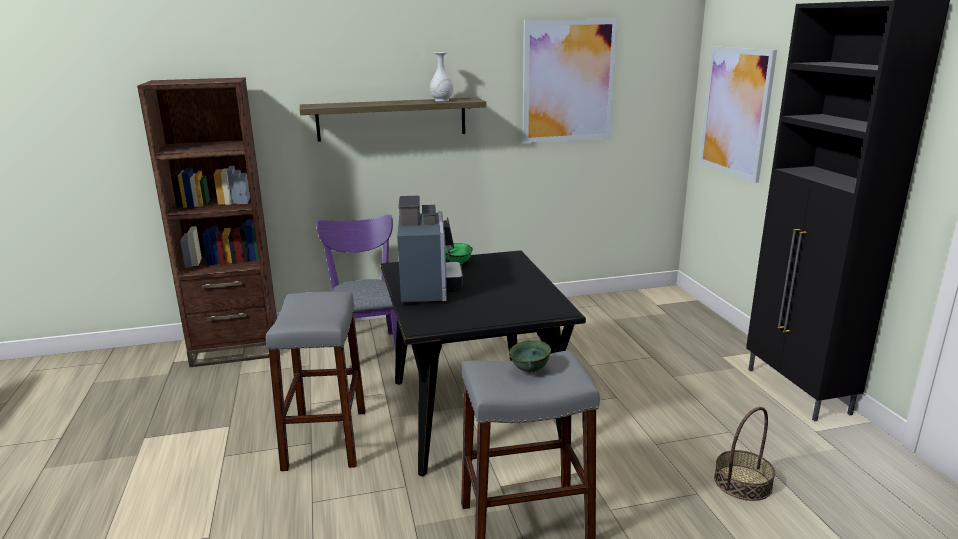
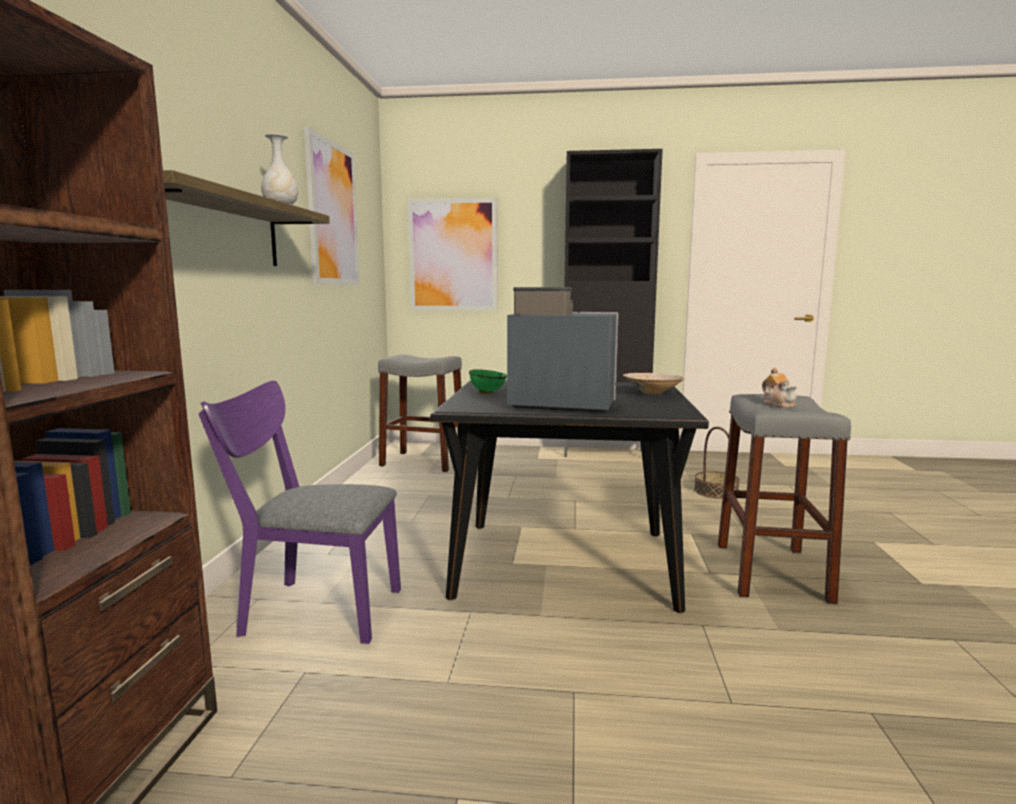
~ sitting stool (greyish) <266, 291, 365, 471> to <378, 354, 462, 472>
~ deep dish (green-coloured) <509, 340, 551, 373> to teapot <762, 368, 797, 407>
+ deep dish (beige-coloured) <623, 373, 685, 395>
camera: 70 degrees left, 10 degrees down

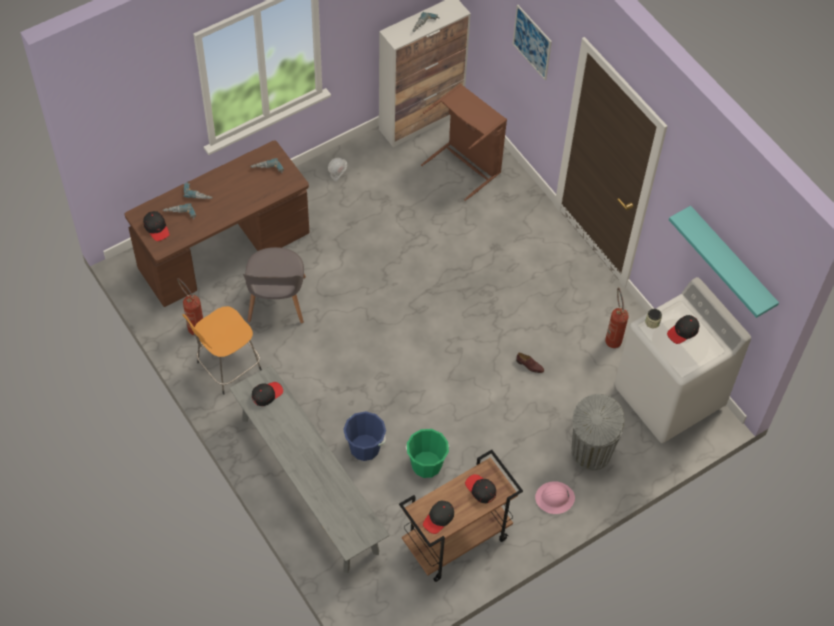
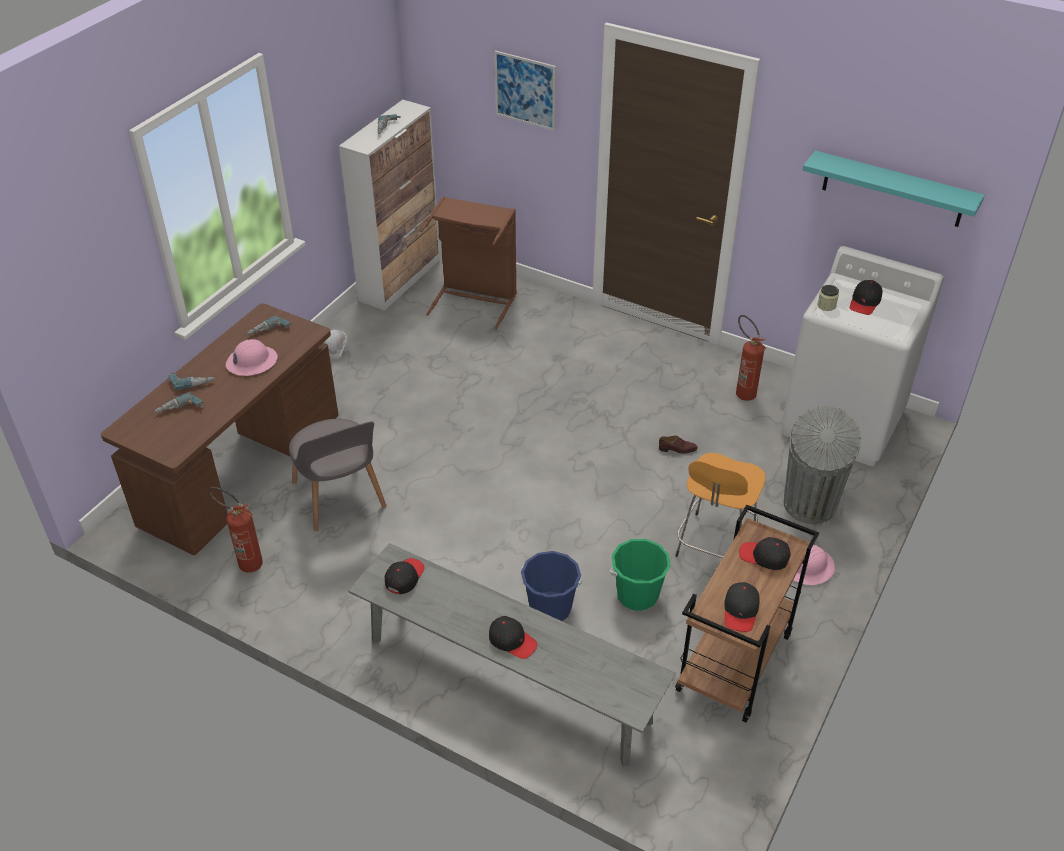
~ cap (black) <143, 211, 170, 241> to <489, 616, 537, 659>
~ sitting stool (orangey) <183, 306, 262, 395> to <676, 453, 765, 558>
+ safety helmet (pink) <226, 339, 278, 376>
camera: 25 degrees left, 15 degrees down

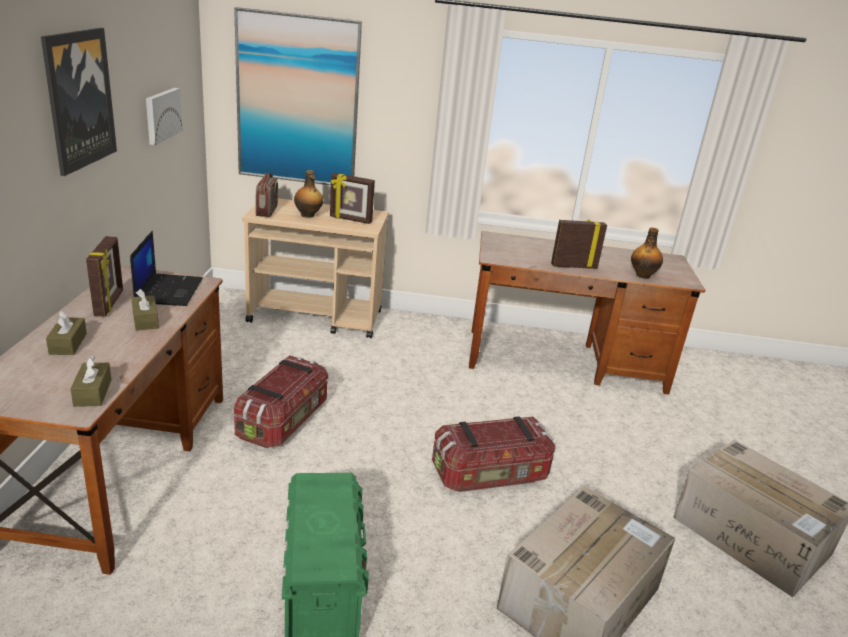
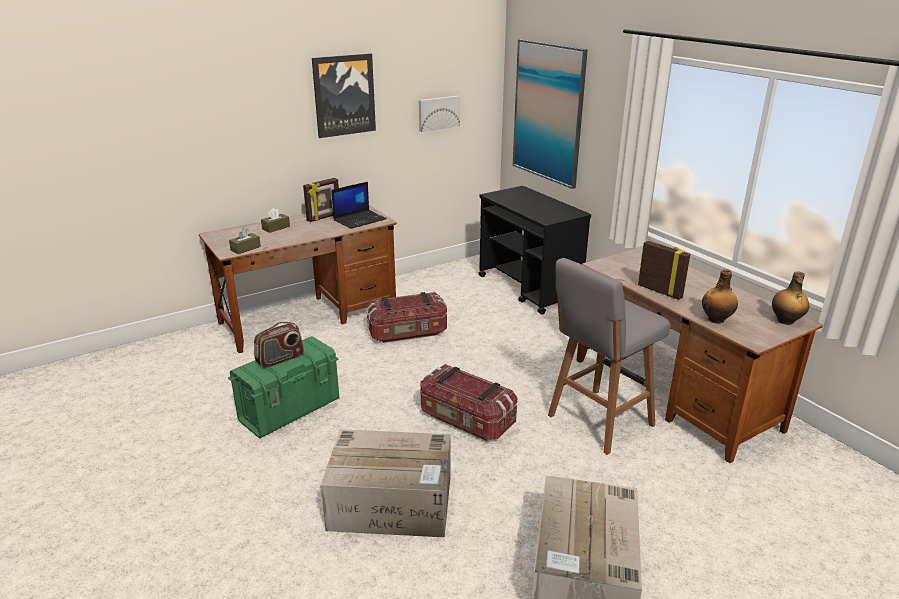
- box of tissues (brown) <132, 289, 159, 331>
~ wheeled cart (beige-coloured) <242, 198, 389, 339> to wheeled cart (black) <478, 186, 591, 315>
~ radio receiver <255, 173, 278, 217> to <254, 322, 304, 368>
~ beverage bottle <294, 170, 323, 218> to <772, 271, 809, 325>
- picture frame <330, 173, 375, 224>
+ sitting stool (greyish) <548, 258, 670, 455>
camera: 55 degrees right, 0 degrees up

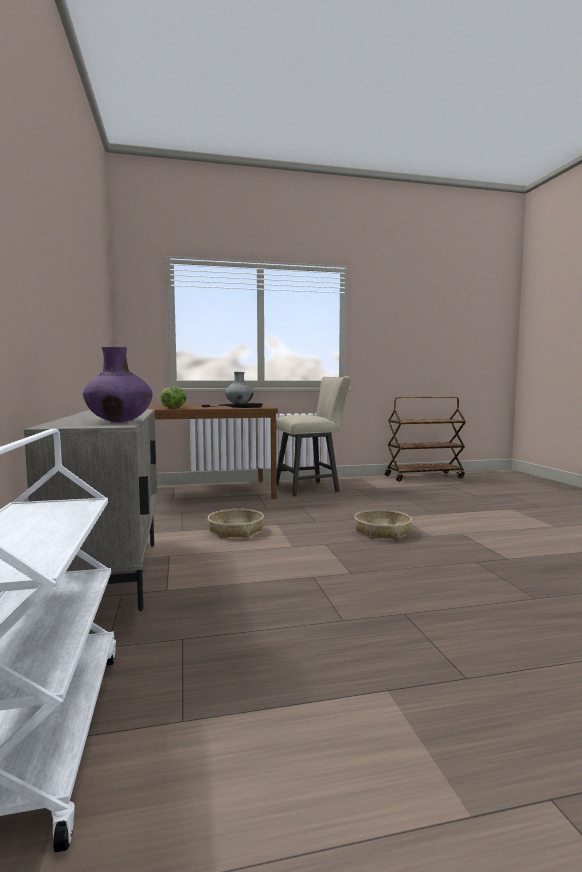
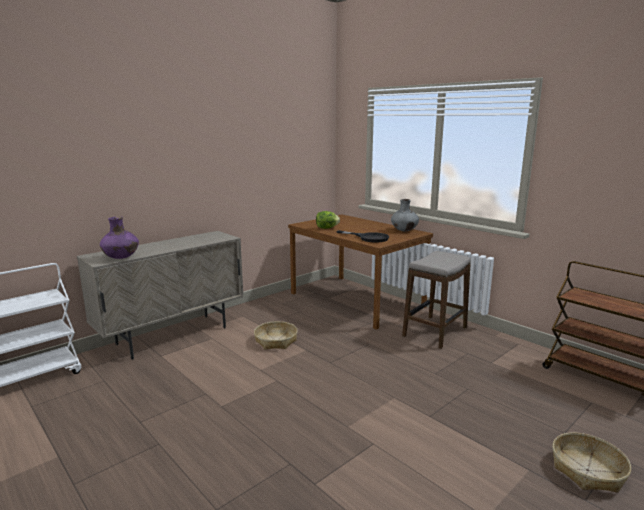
~ plain chair (beige-coloured) <276, 376, 351, 496> to sitting stool <402, 251, 471, 349>
~ storage basket <354, 510, 412, 540> to <552, 433, 631, 493>
camera: 60 degrees right, 10 degrees up

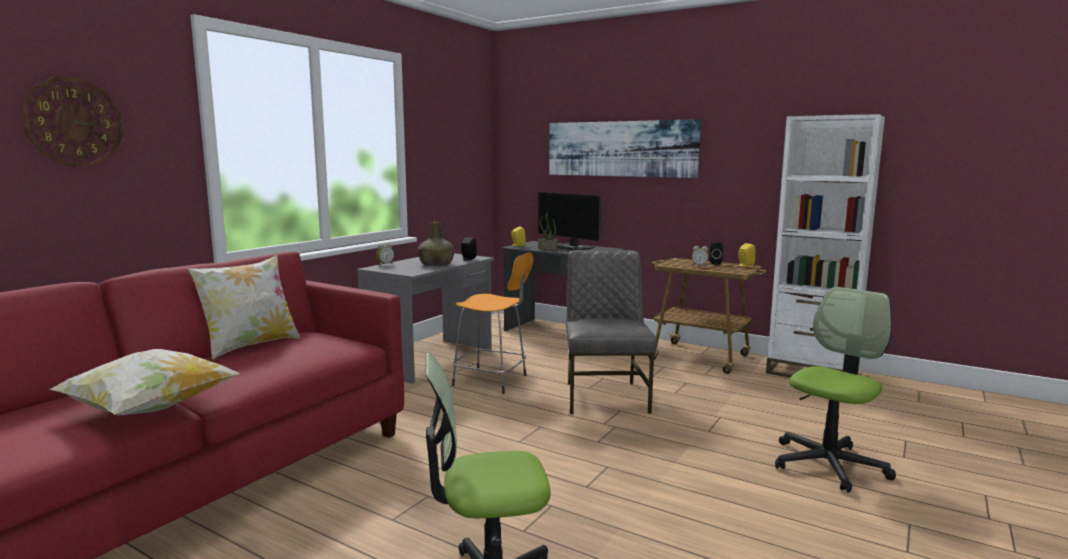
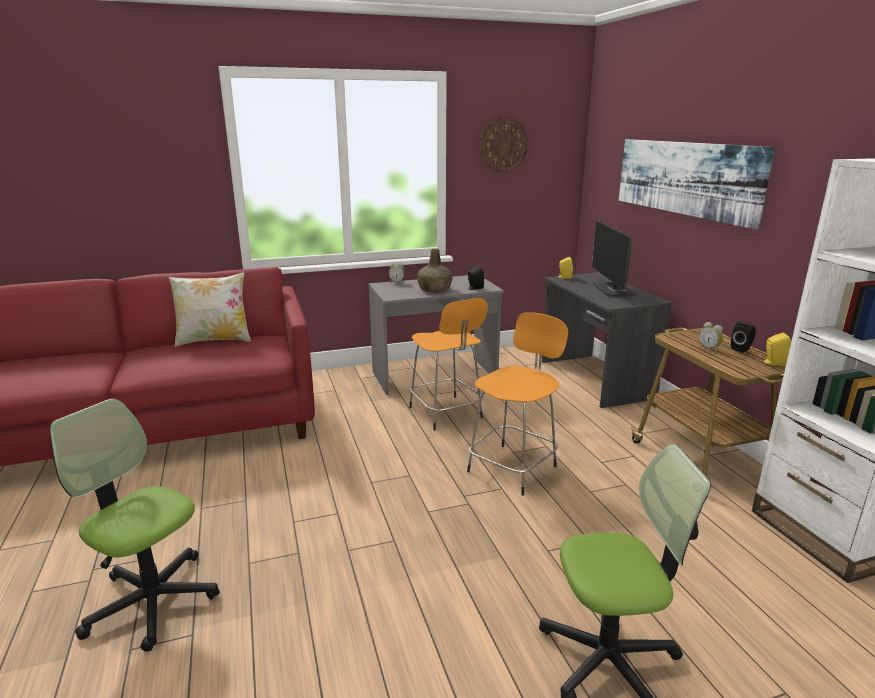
~ wall clock <21, 76, 123, 167> to <480, 118, 528, 172>
- cushion <48, 349, 240, 416>
- potted plant <538, 213, 558, 250>
~ plain chair (greyish) <566, 250, 657, 414> to sitting stool (orangey) <467, 312, 568, 496>
camera: 40 degrees right, 10 degrees up

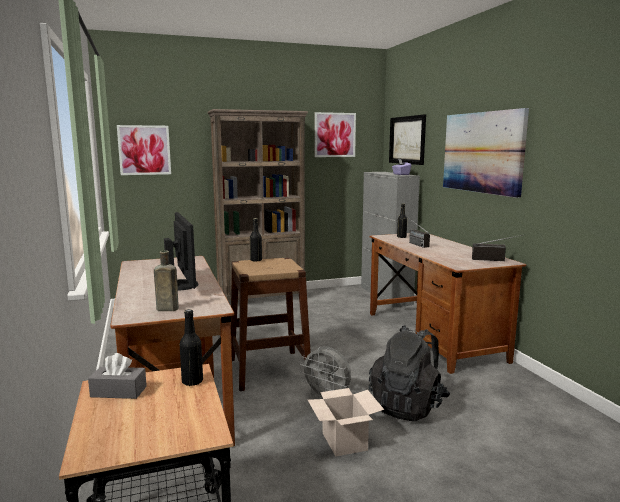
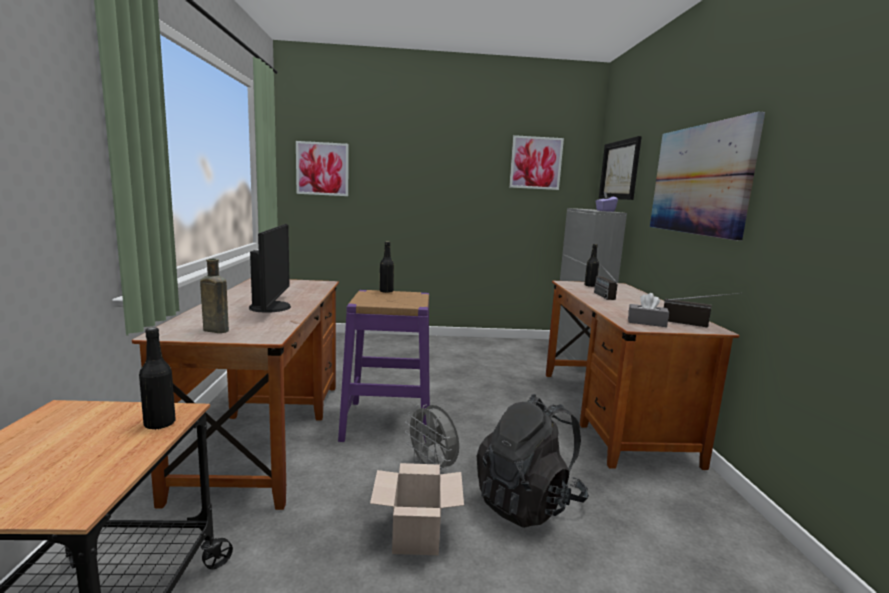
~ box of tissues (greyish) <88, 353, 147, 399> to <628, 293, 669, 327>
- bookcase (brown) <207, 109, 308, 301>
~ sitting stool (brown) <231, 258, 311, 391> to sitting stool (purplish) <338, 290, 430, 443>
camera: 15 degrees right, 0 degrees up

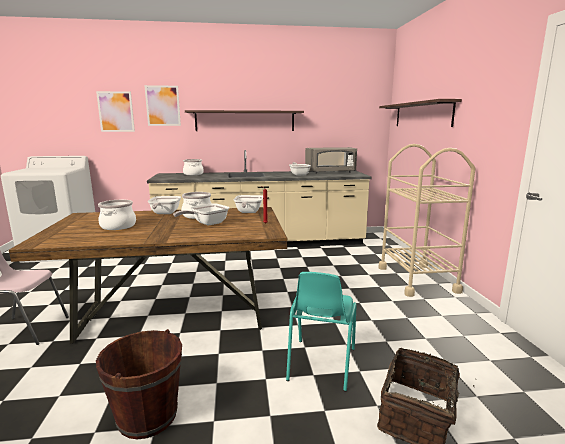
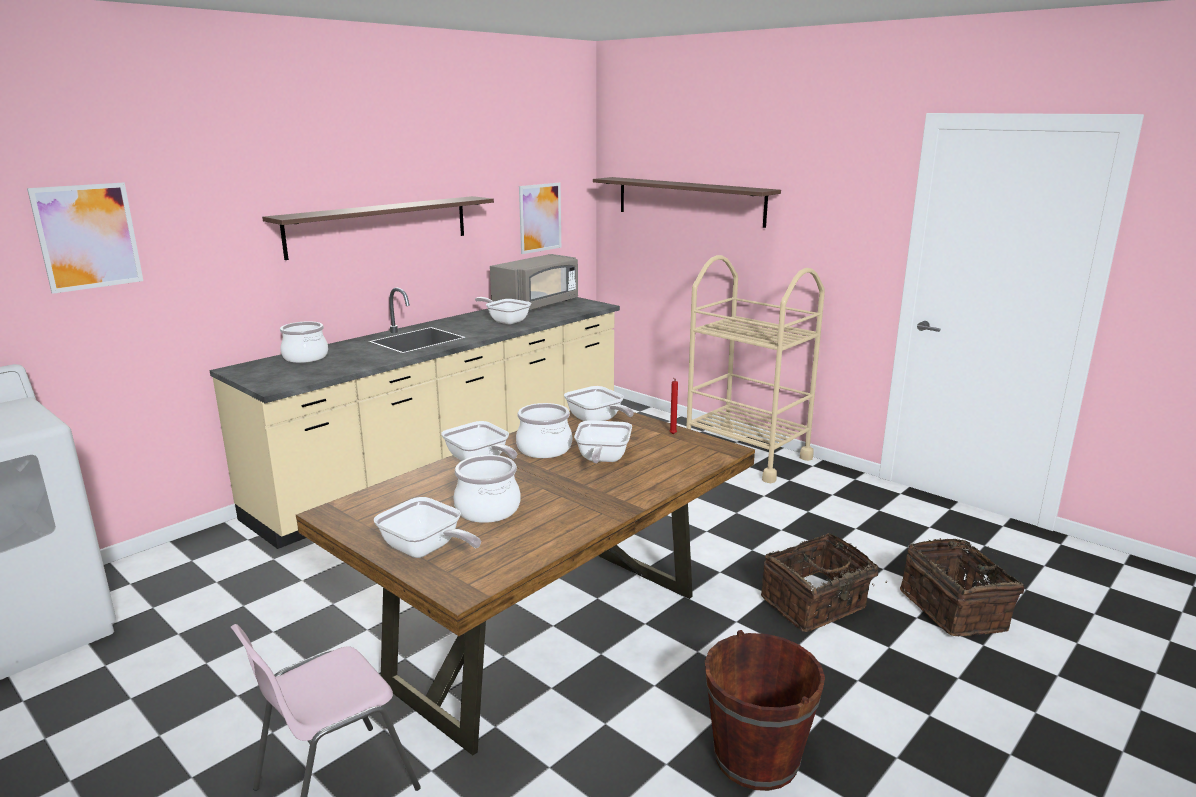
~ wall art <144, 85, 181, 126> to <519, 183, 561, 254>
~ plain chair (turquoise-coloured) <286, 272, 357, 392> to storage basket <761, 533, 887, 632>
+ frying pan <374, 497, 481, 558>
camera: 40 degrees left, 5 degrees up

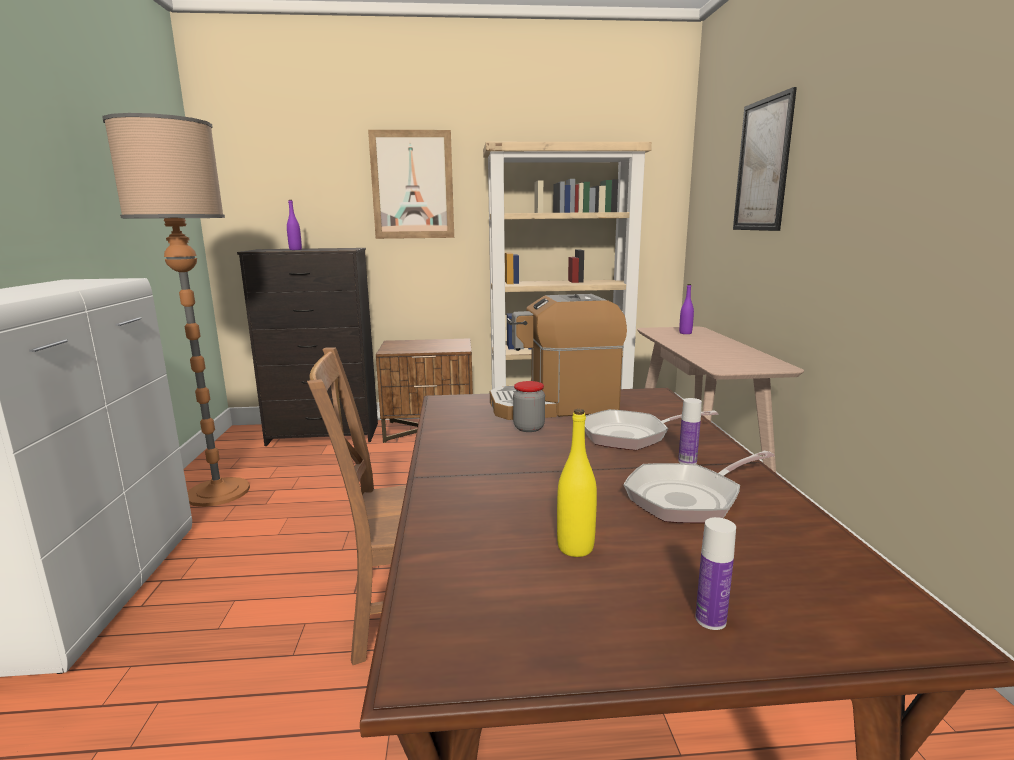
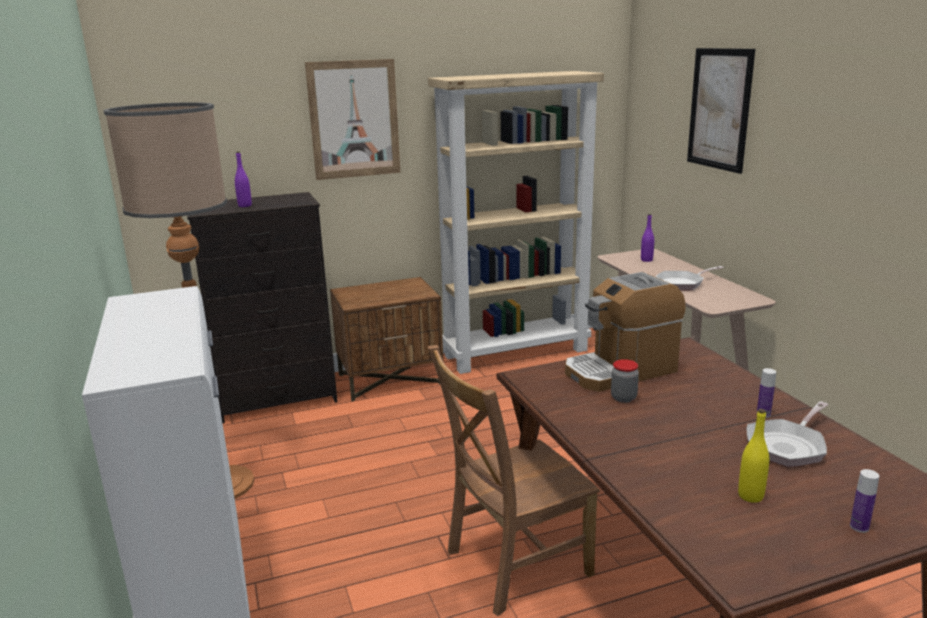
~ frying pan <585, 409, 718, 450> to <655, 266, 724, 290>
camera: 15 degrees left, 5 degrees up

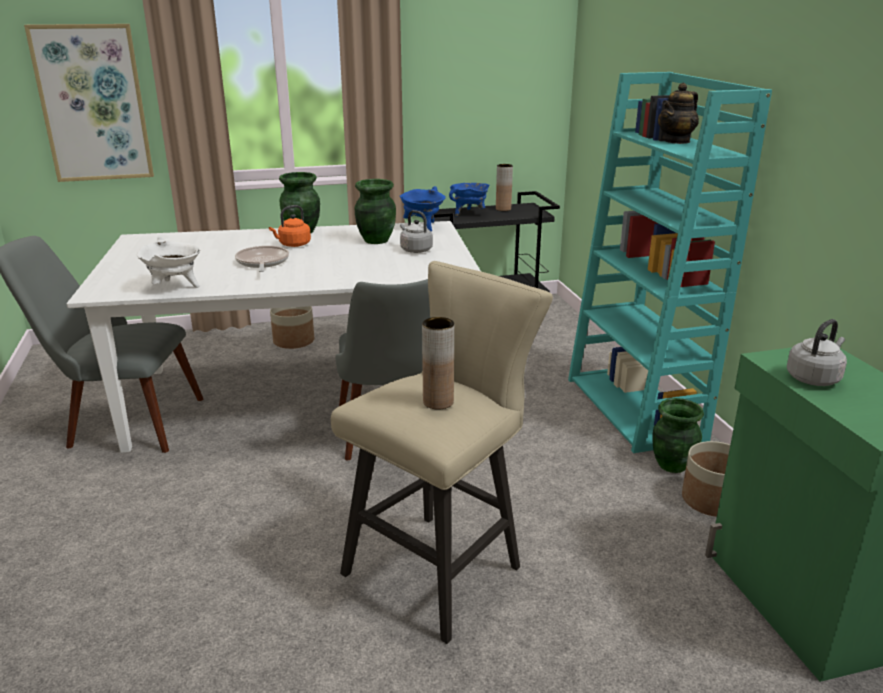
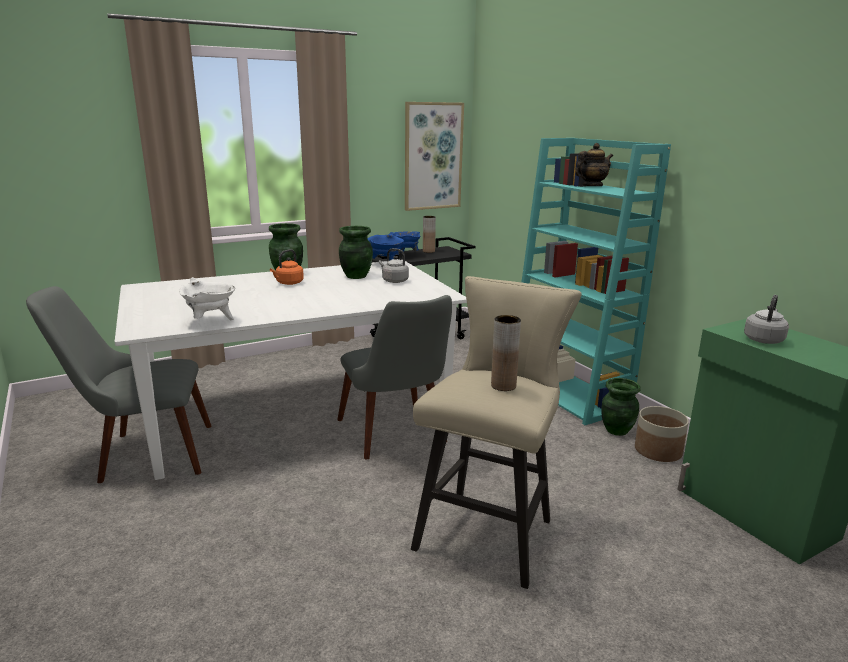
~ wall art <24, 24, 154, 182> to <405, 102, 464, 211>
- frying pan <235, 246, 289, 272>
- flower pot <270, 306, 314, 349>
~ teapot <658, 83, 699, 144> = <575, 143, 613, 186> 150 degrees counterclockwise
camera: 15 degrees left, 5 degrees down

